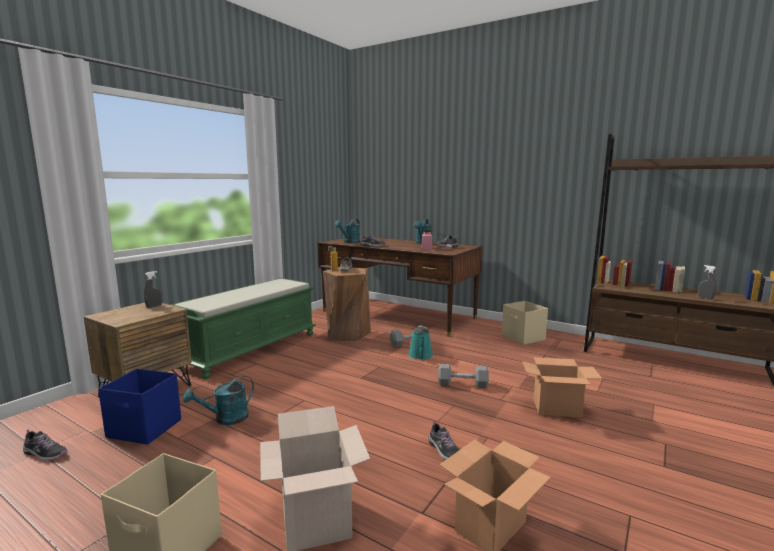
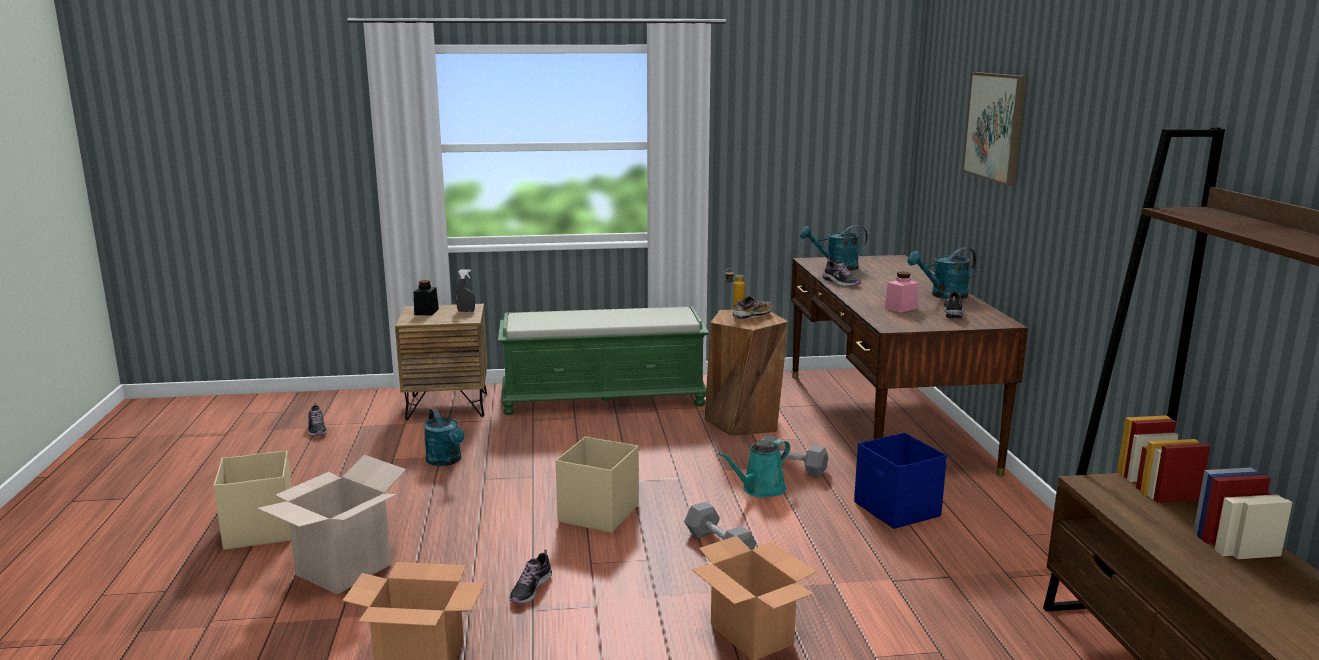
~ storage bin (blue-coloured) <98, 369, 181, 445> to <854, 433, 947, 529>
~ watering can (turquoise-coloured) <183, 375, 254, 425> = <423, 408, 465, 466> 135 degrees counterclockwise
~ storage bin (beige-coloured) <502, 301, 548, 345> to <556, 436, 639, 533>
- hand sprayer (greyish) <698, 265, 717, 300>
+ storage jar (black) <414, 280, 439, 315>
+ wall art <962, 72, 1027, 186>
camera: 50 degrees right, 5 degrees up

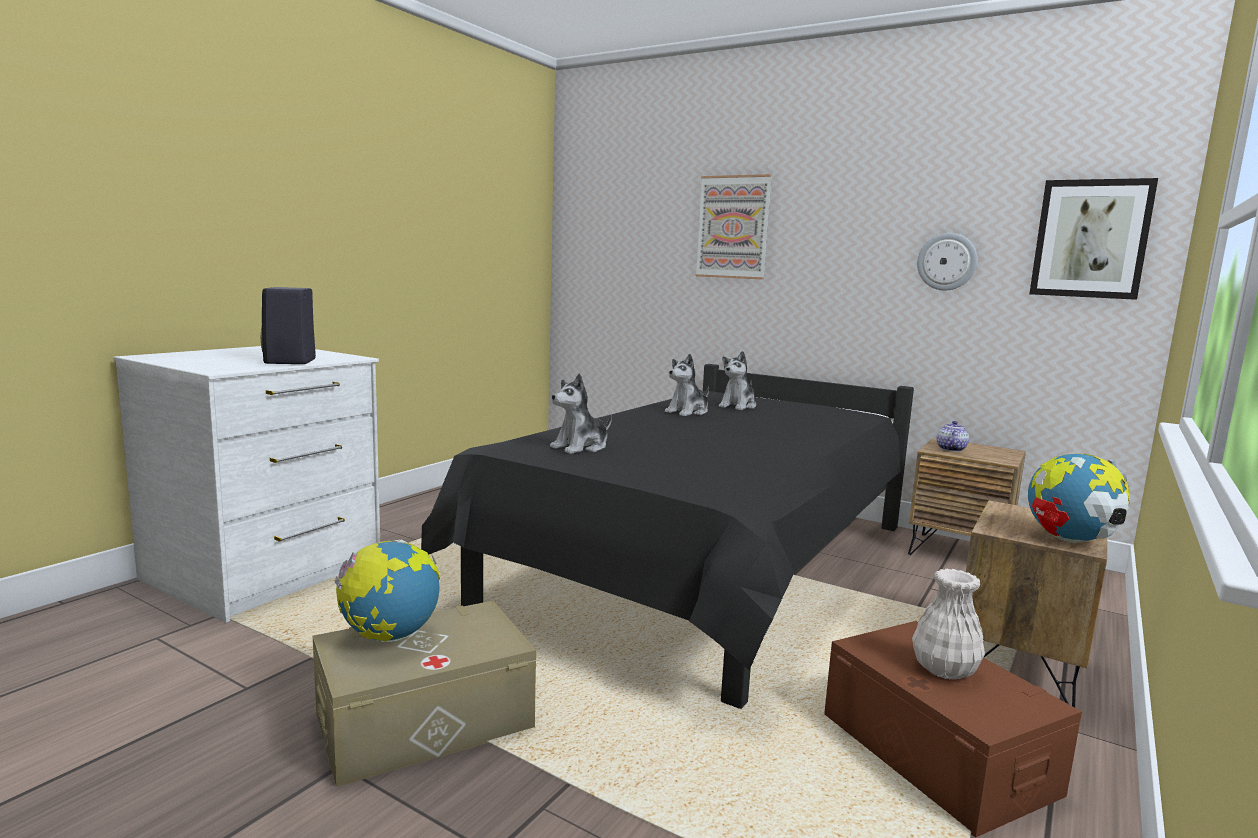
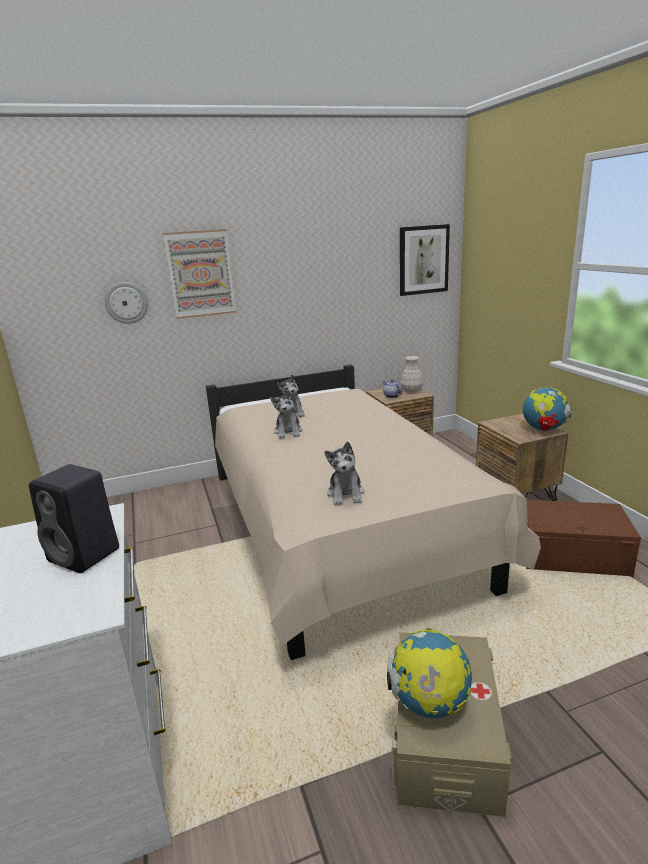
~ bed (black) <421, 364, 914, 709> to bed (beige-coloured) <206, 365, 541, 660>
~ vase (white-coloured) <912, 569, 985, 680> to <401, 356, 423, 393>
~ wall clock <917, 233, 978, 290> to <104, 282, 148, 324>
camera: 50 degrees left, 10 degrees up

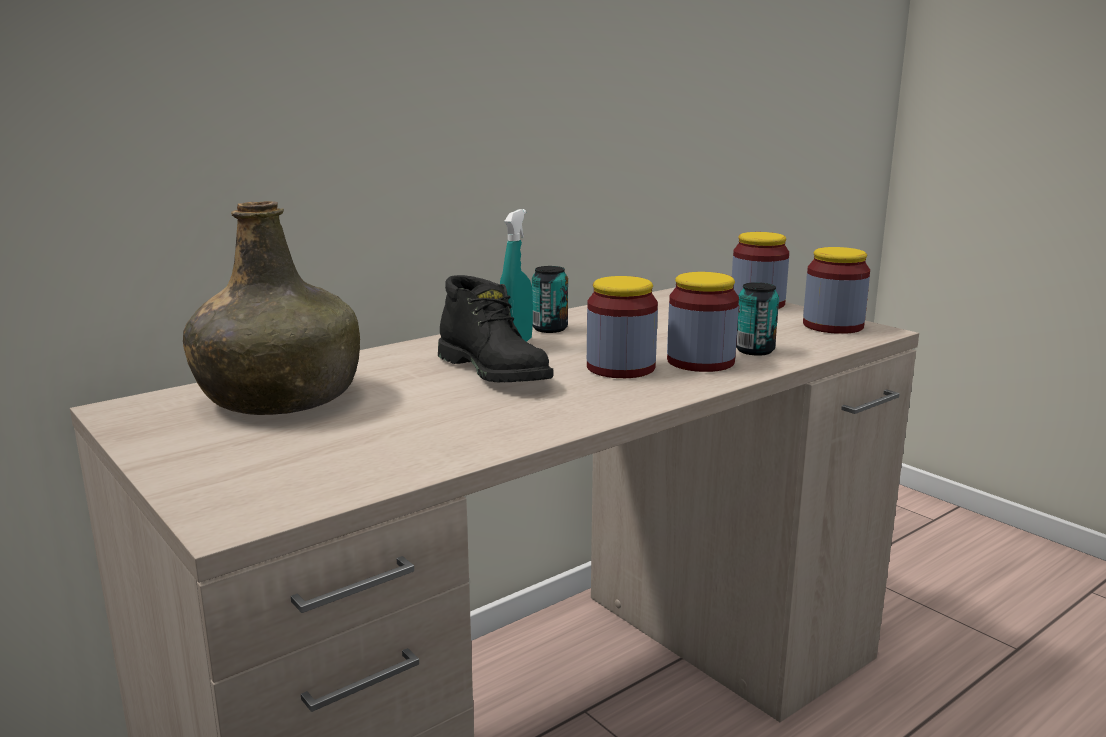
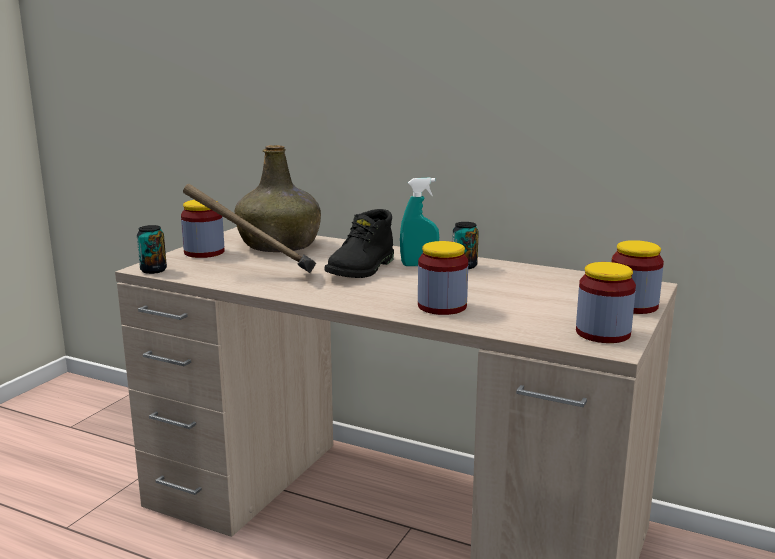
~ storage jar <587, 276, 658, 378> to <181, 200, 225, 258>
~ sealed can <736, 282, 779, 356> to <137, 225, 167, 274>
+ hammer <183, 184, 316, 273>
camera: 65 degrees right, 0 degrees up

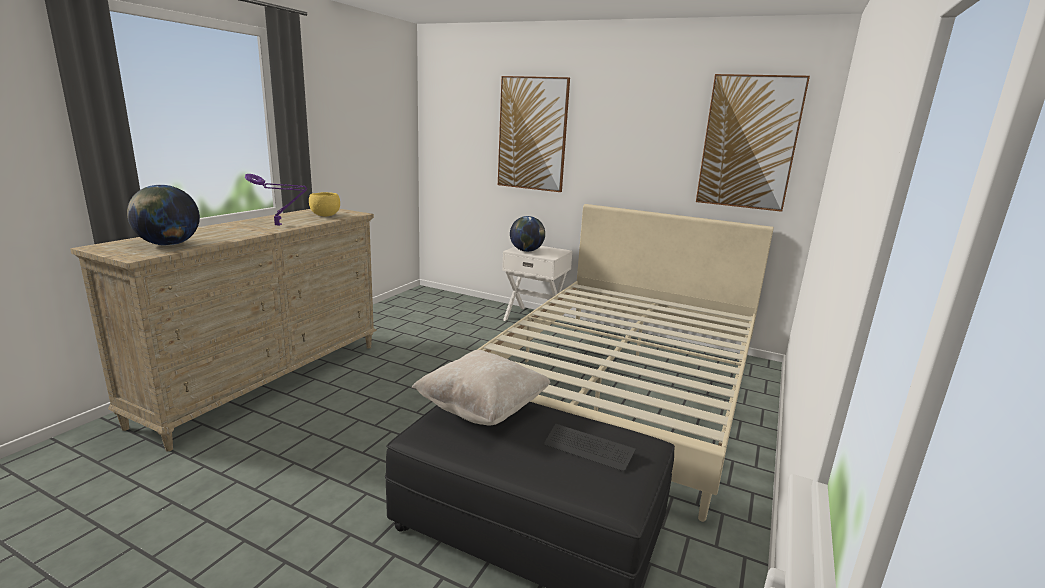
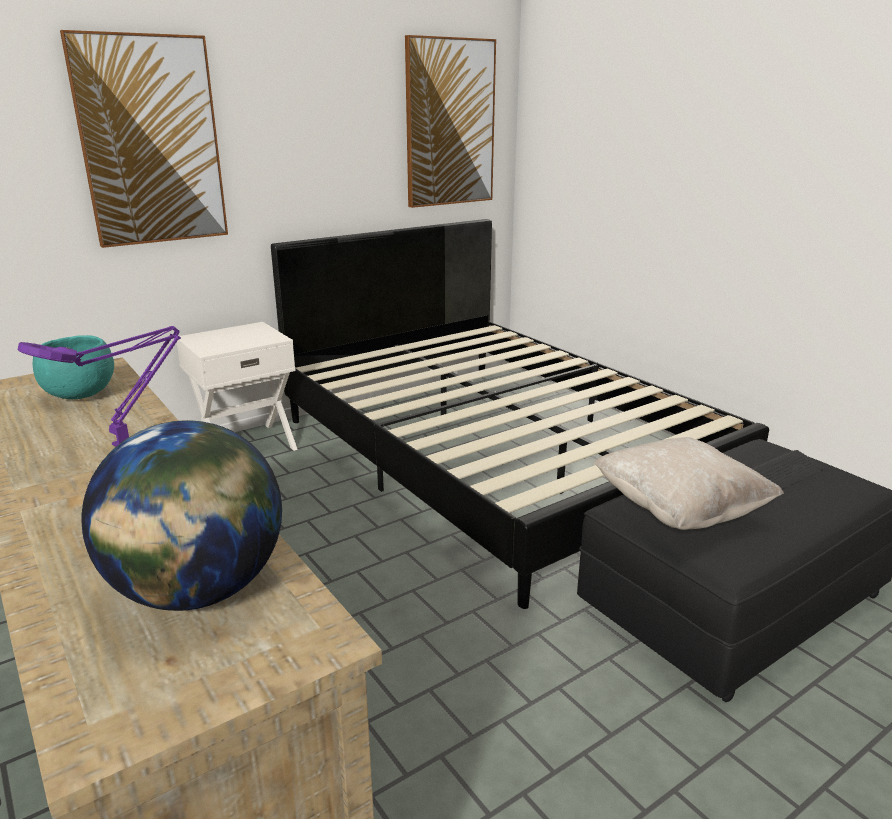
~ deep dish (yellow-coloured) <309, 192, 340, 216> to deep dish (turquoise-coloured) <32, 335, 114, 399>
~ bed (beige-coloured) <477, 204, 774, 522> to bed (black) <271, 219, 769, 609>
- globe <510, 216, 545, 252>
camera: 60 degrees left, 5 degrees up

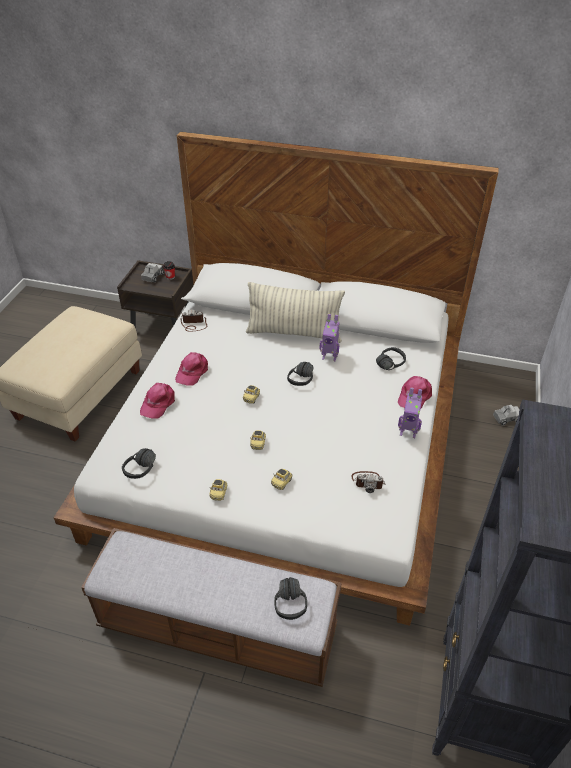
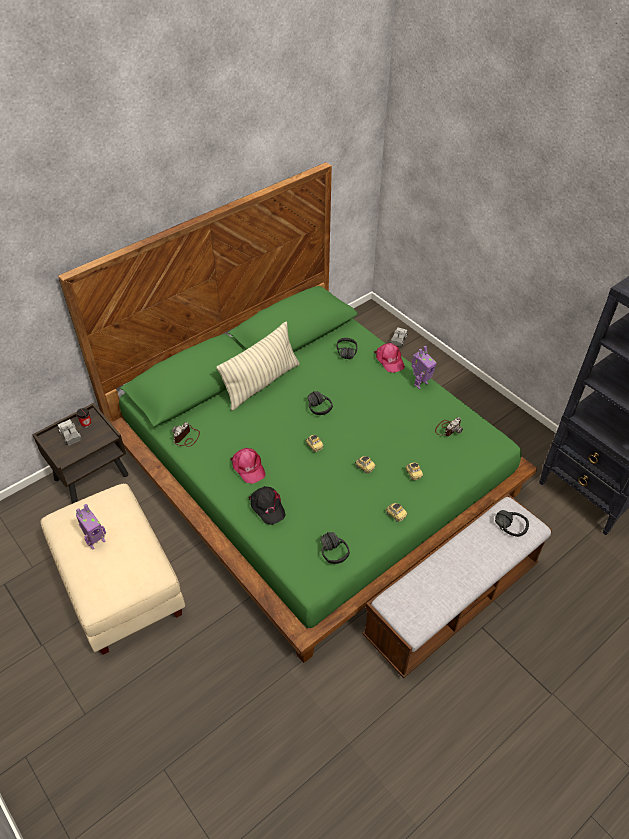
~ bed (white-coloured) <54, 132, 499, 626> to bed (green-coloured) <58, 162, 537, 663>
~ cap (pink) <140, 383, 175, 419> to cap (black) <249, 486, 286, 525>
~ model robot <320, 314, 340, 361> to <76, 504, 106, 550>
camera: 55 degrees left, 5 degrees up

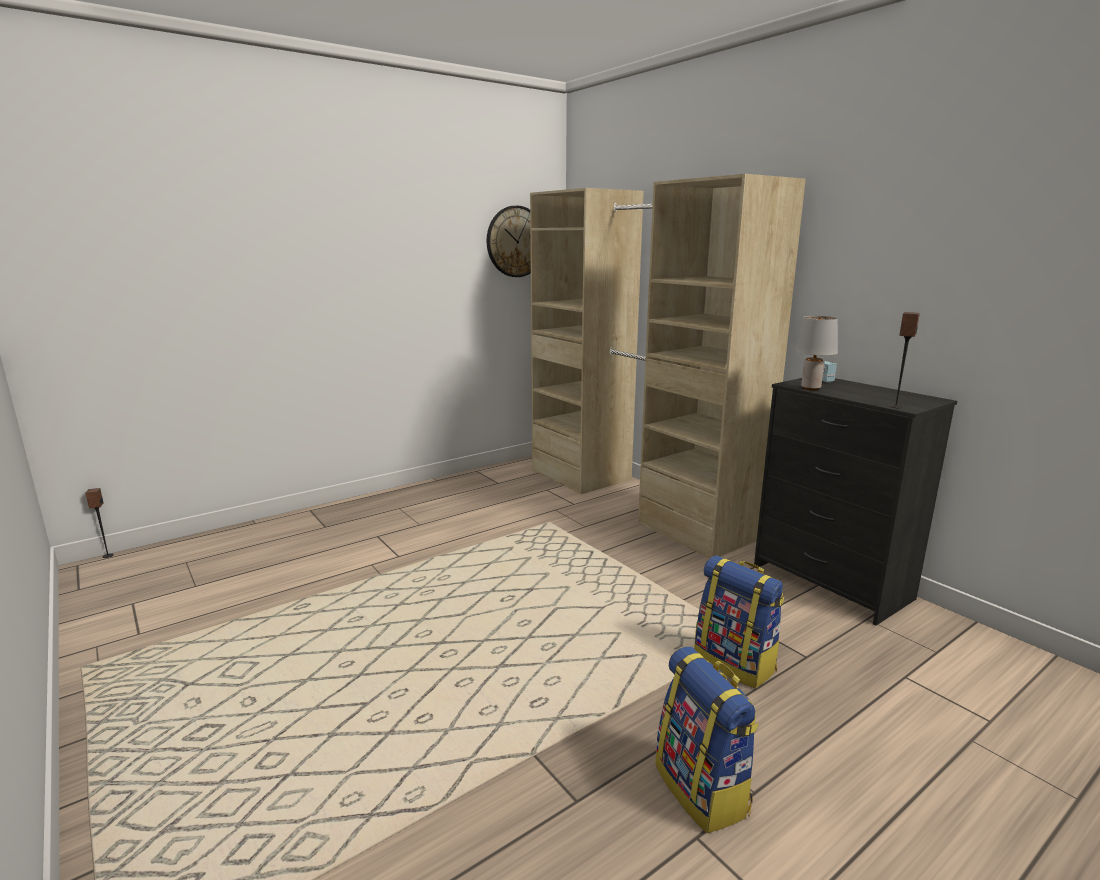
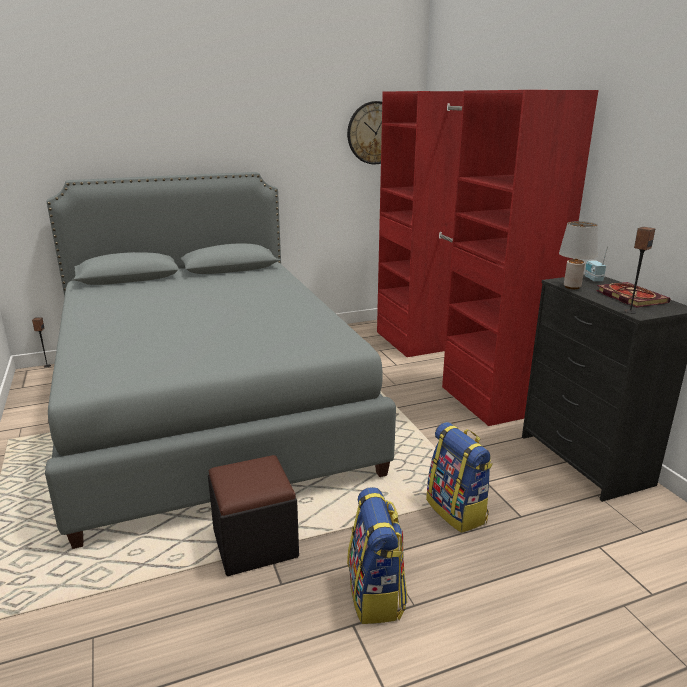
~ clothes cupboard (beige-coloured) <530, 174, 806, 558> to clothes cupboard (red-coloured) <377, 90, 598, 426>
+ bed (greyish) <45, 172, 396, 549>
+ ottoman (black) <208, 455, 299, 576>
+ book <596, 282, 670, 307>
camera: 15 degrees right, 5 degrees up

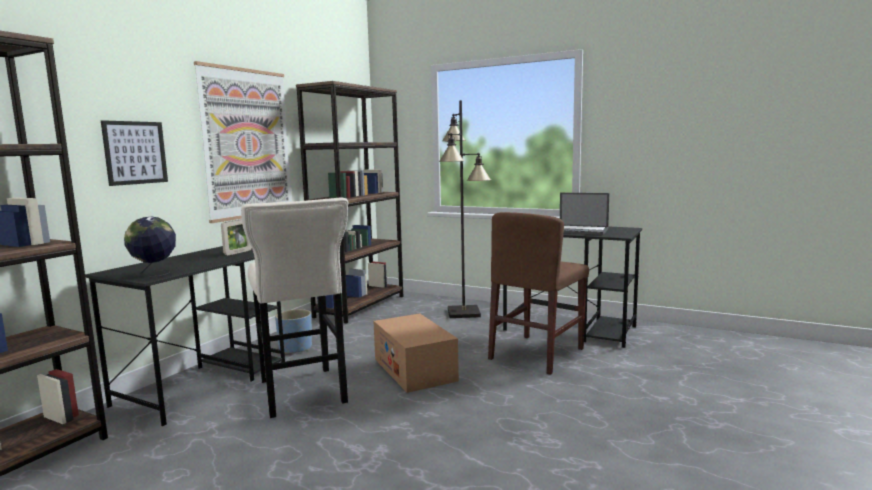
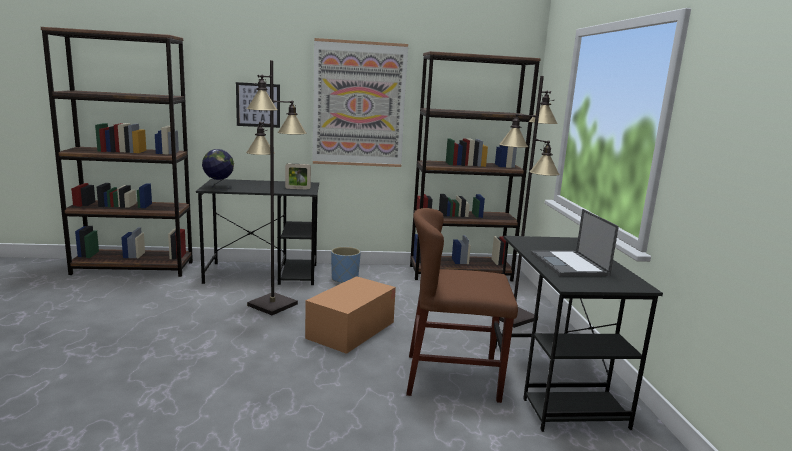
~ sitting stool (beige-coloured) <241, 198, 348, 418> to floor lamp (black) <246, 60, 307, 315>
camera: 55 degrees right, 5 degrees up

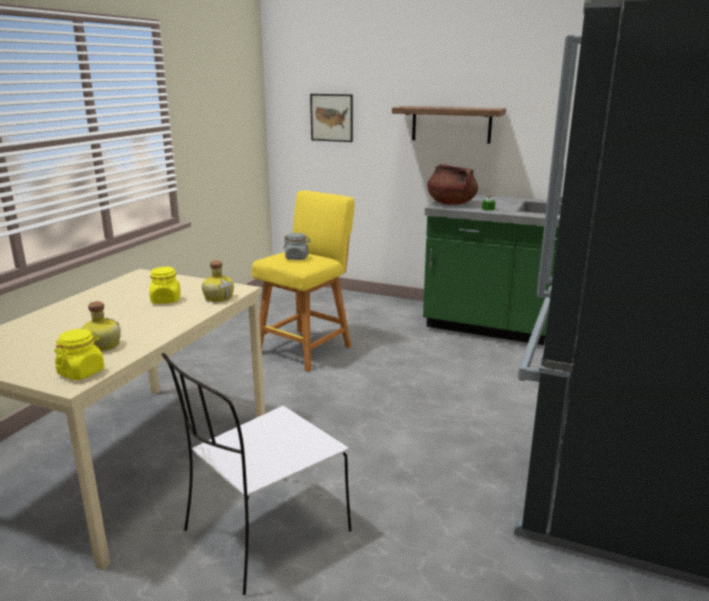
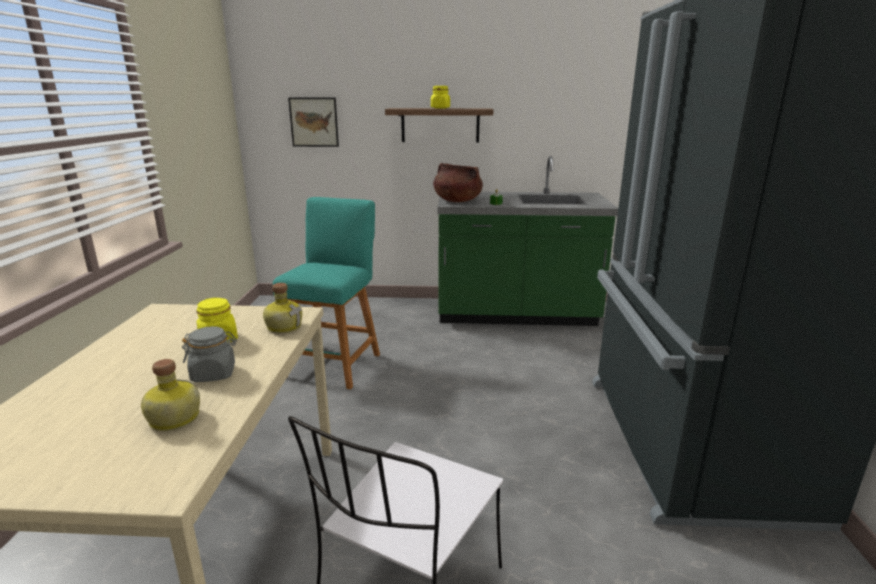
~ storage jar (yellow-coloured) <54, 329, 104, 380> to <431, 86, 450, 109>
~ sitting stool (yellow-coloured) <252, 190, 355, 372> to sitting stool (turquoise-coloured) <273, 197, 380, 389>
~ storage jar (greyish) <283, 233, 310, 260> to <182, 326, 237, 382>
camera: 20 degrees left, 0 degrees up

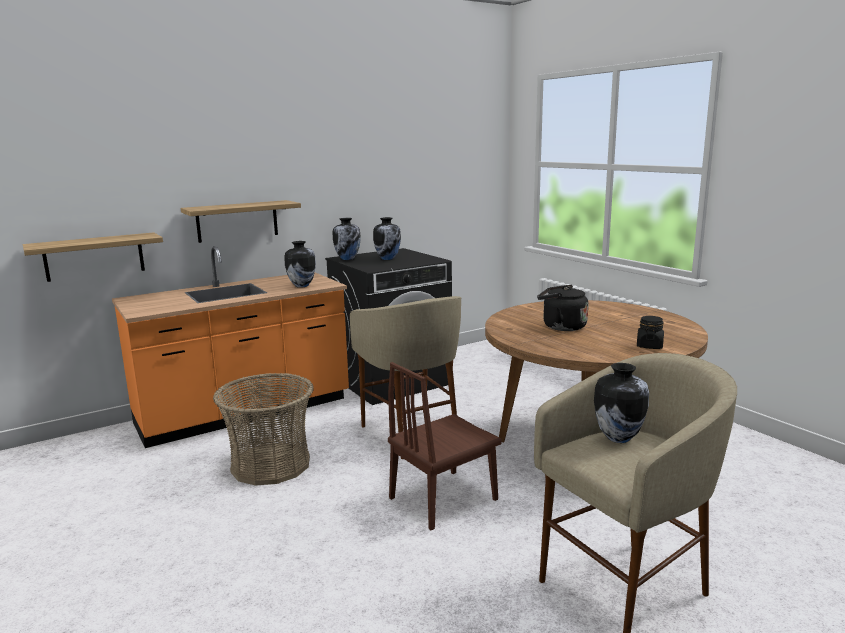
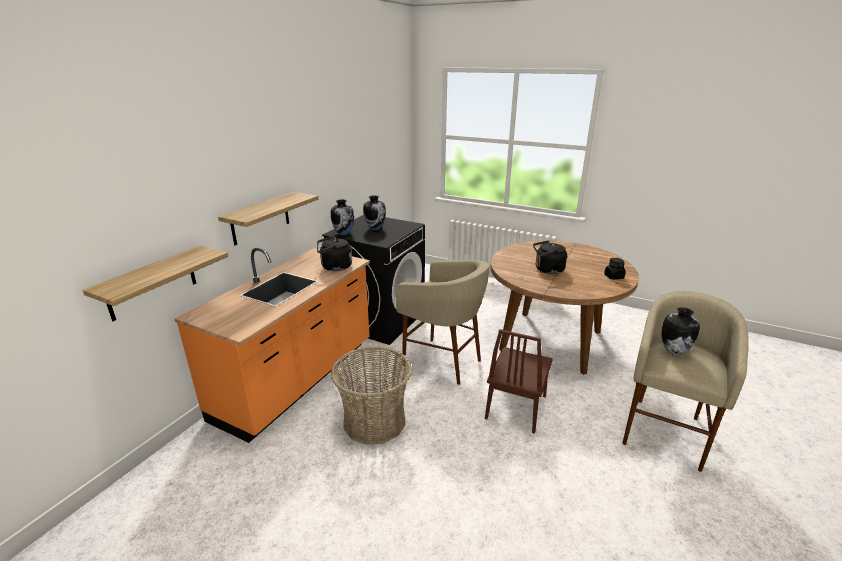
~ vase <284, 241, 316, 288> to tea kettle (black) <317, 236, 352, 271>
camera: 30 degrees left, 10 degrees up

